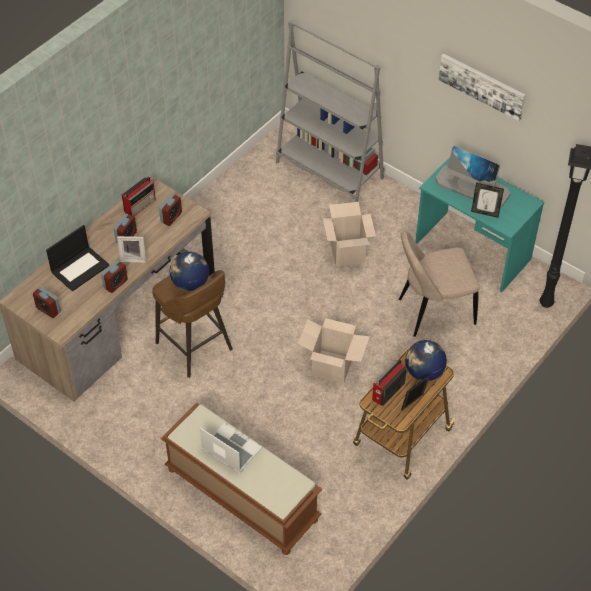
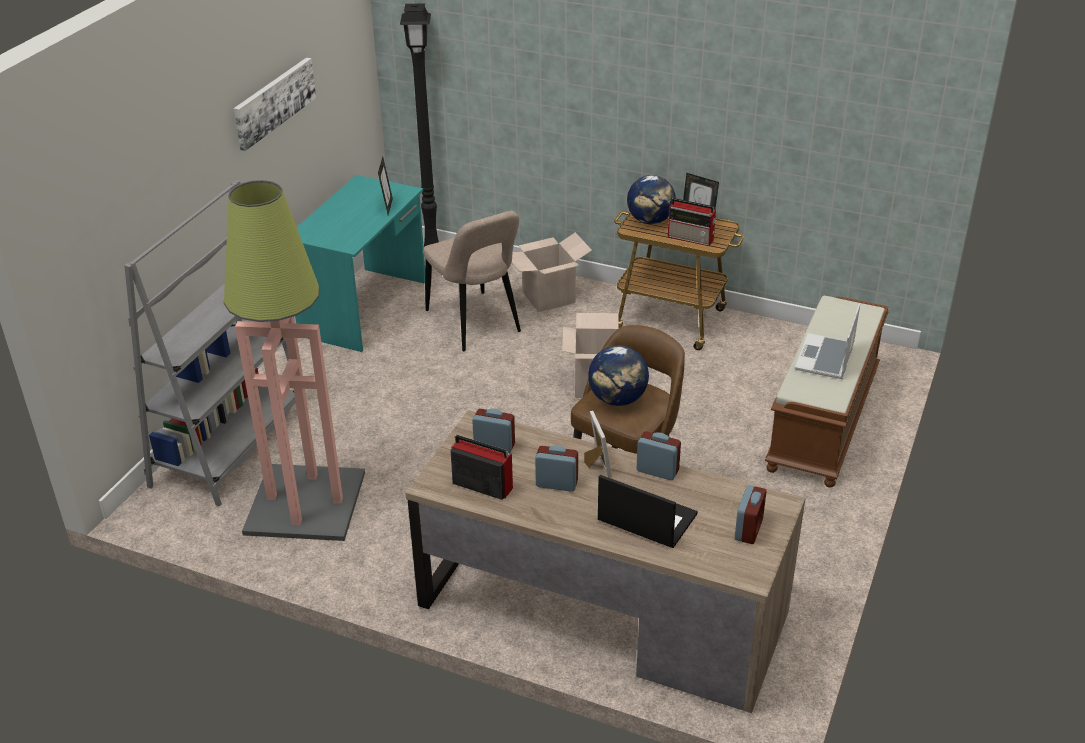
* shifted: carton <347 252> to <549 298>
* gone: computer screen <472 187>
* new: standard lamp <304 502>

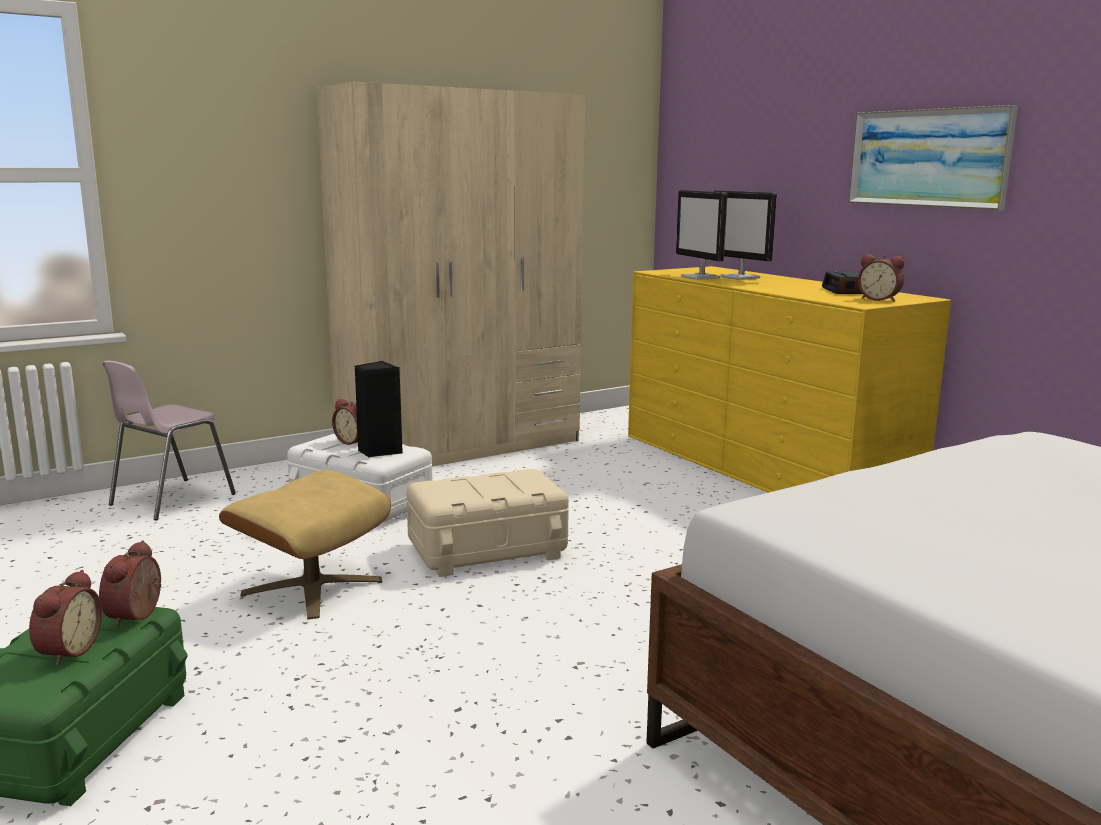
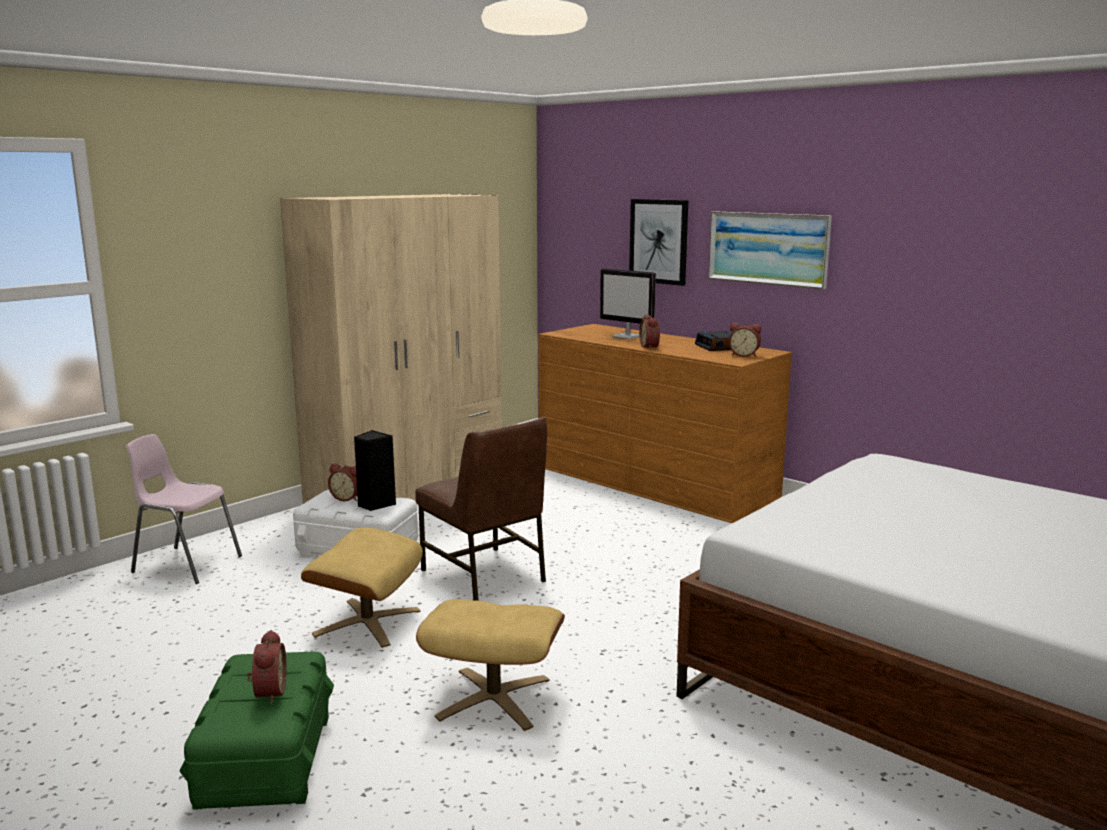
* shifted: alarm clock <138 616> to <651 347>
* rotated: pink upright chair <170 499> = <186 564> 90 degrees clockwise
* swapped: beige-coloured storage bin <487 550> to brown upright chair <485 576>
* repainted: yellowish dresser <762 465> to brown dresser <654 482>
* gone: computer screen <701 277>
* new: beige-coloured ottoman <493 698>
* new: wall art <658 241>

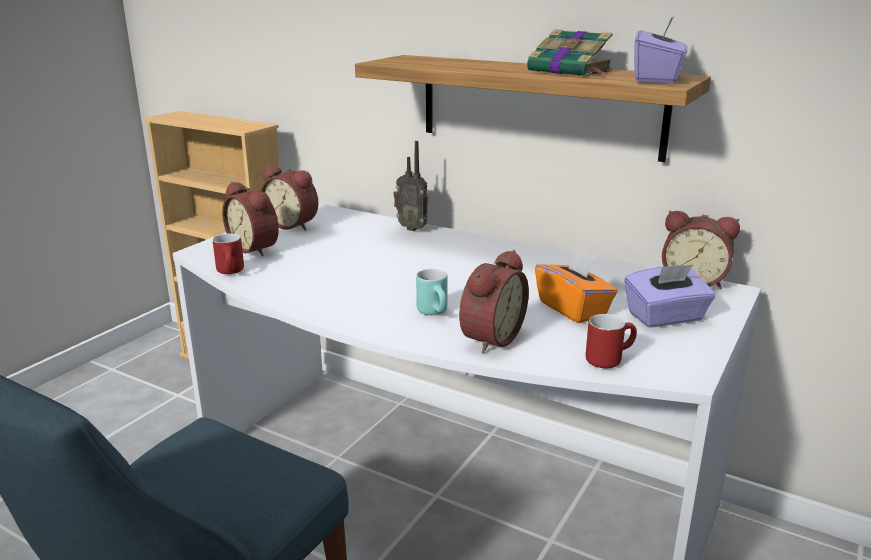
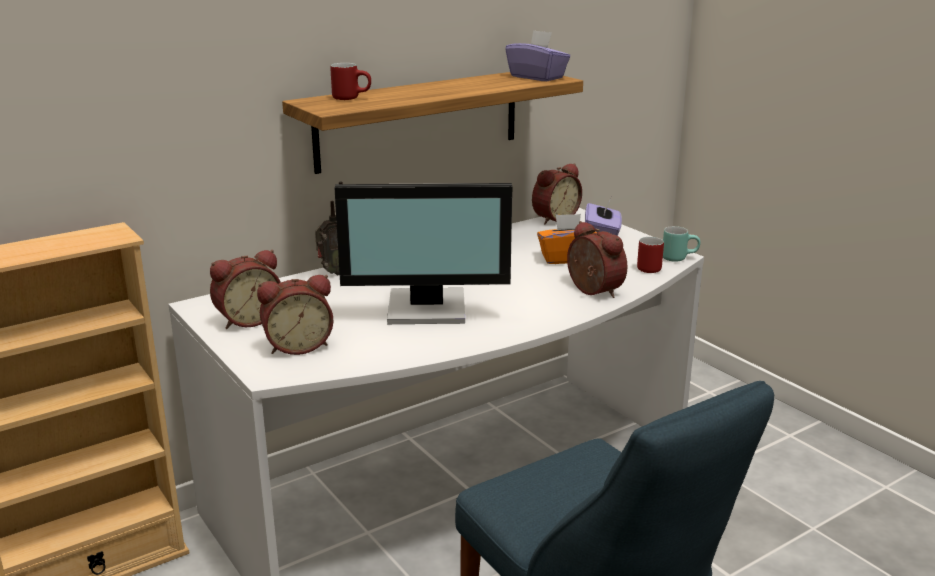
* shifted: reddish tea mug <232 272> to <352 98>
* shifted: turquoise tea mug <436 313> to <679 258>
* gone: book <570 71>
* new: computer screen <428 309>

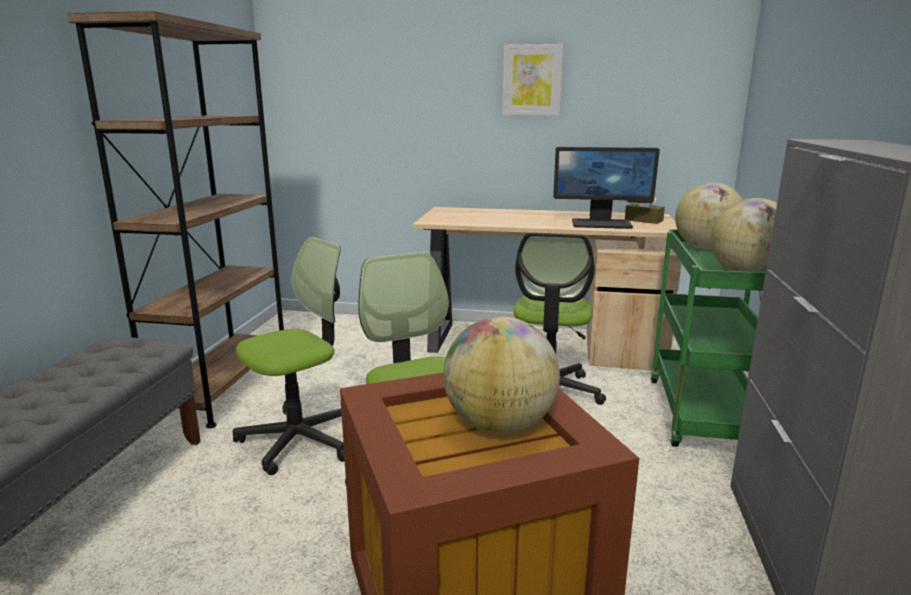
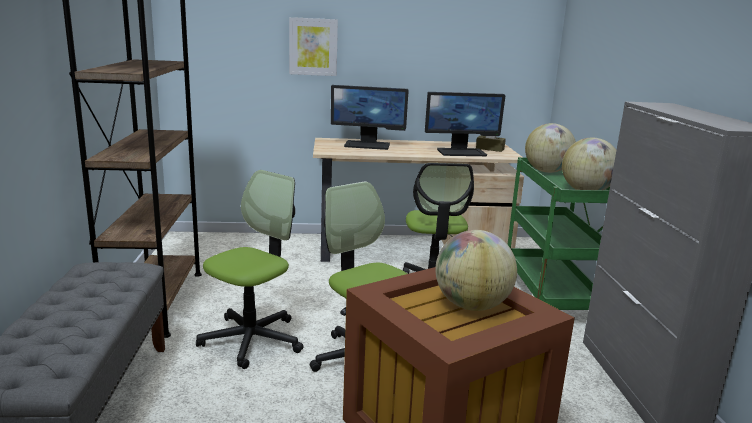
* shifted: wall art <532 80> to <313 47>
* new: computer screen <367 145>

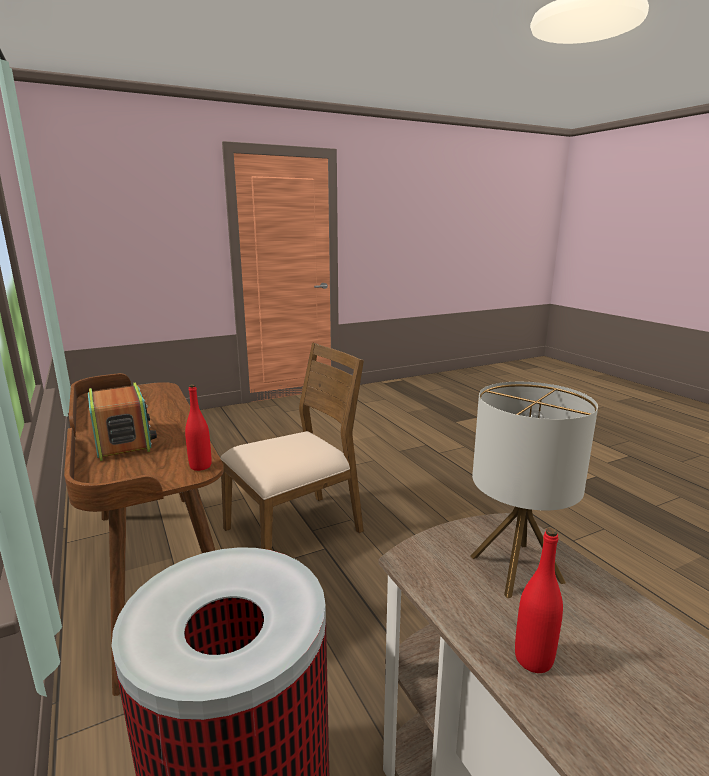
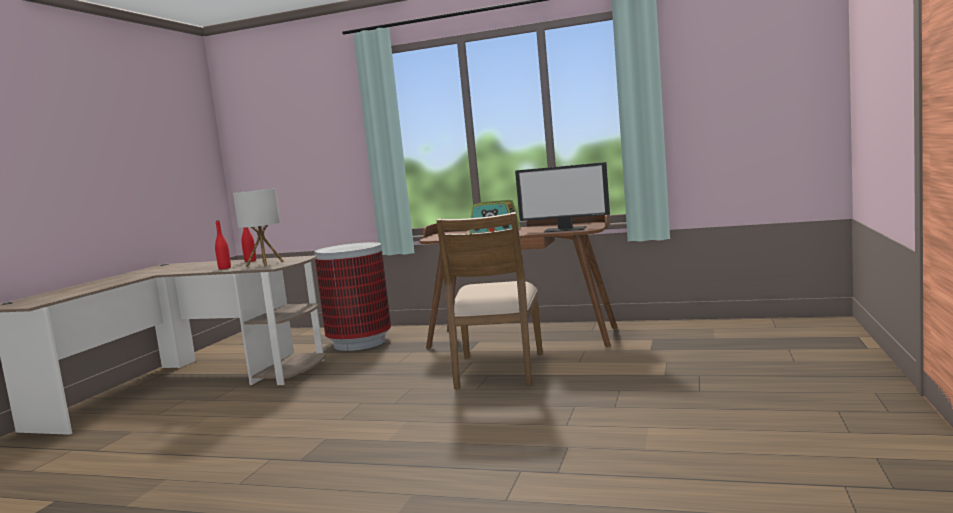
* shifted: reddish bottle <200 466> to <224 268>
* new: computer screen <565 229>

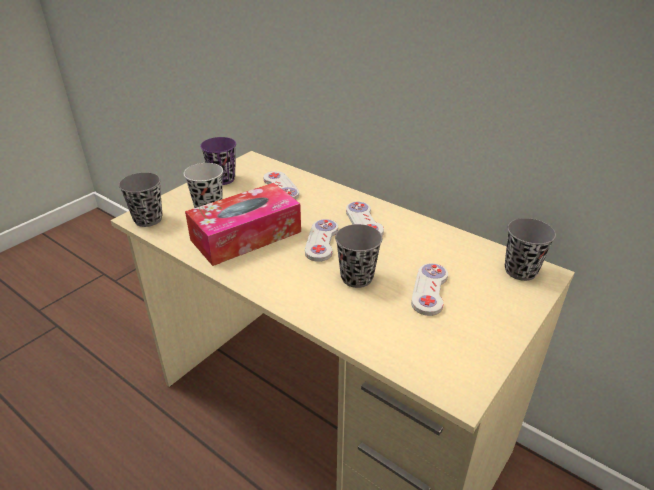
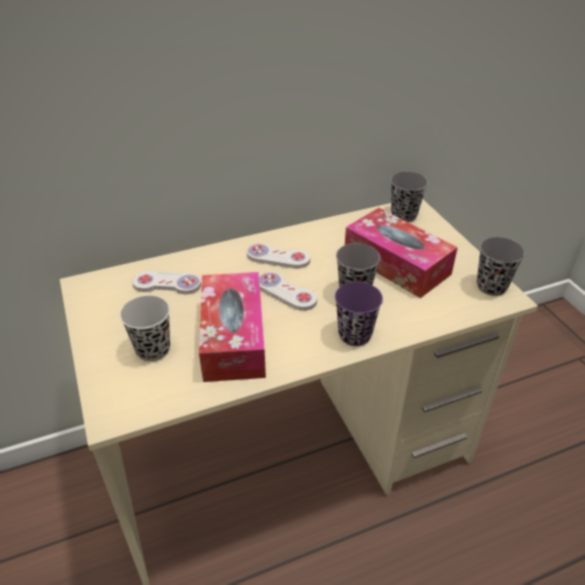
* shifted: greyish cup <148 219> to <491 286>
* shifted: purple-coloured cup <222 179> to <355 335>
* swapped: whitish game controller <429 290> to box of tissues <396 264>

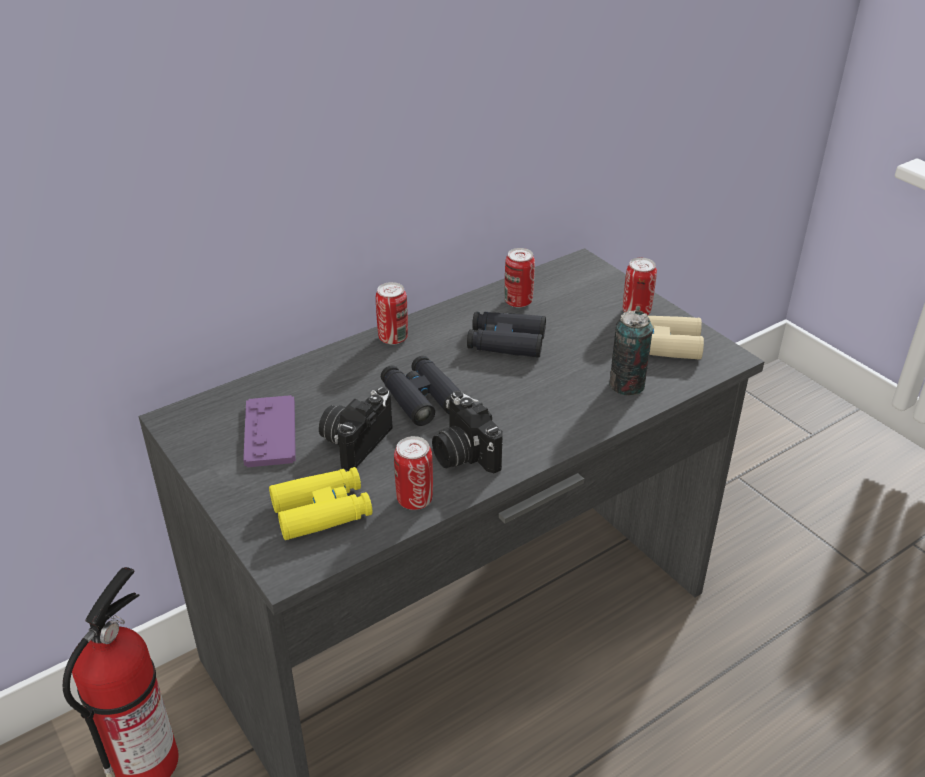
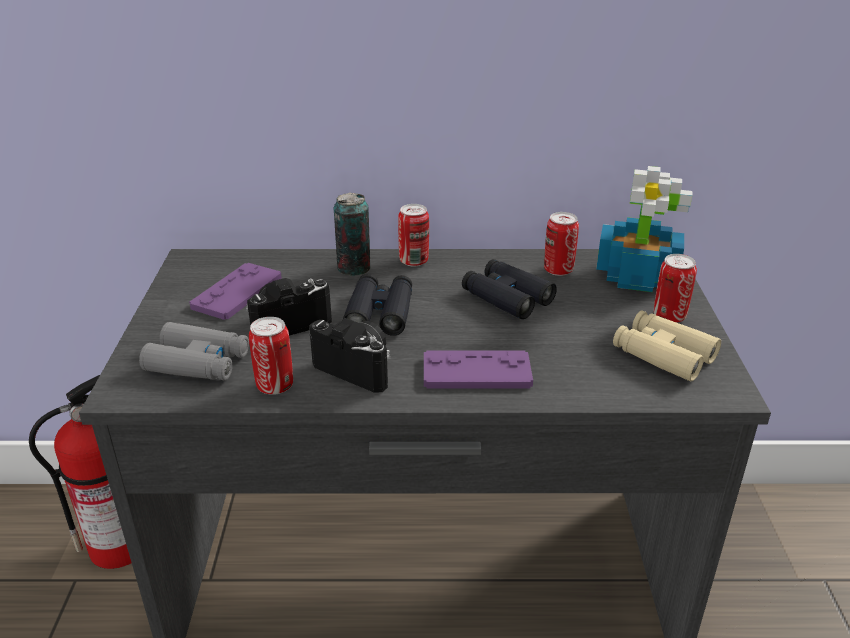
* repainted: yellowish field glasses <322 511> to greyish field glasses <198 362>
* rotated: photo camera <462 454> = <358 368> 120 degrees clockwise
* shifted: metal can <626 385> to <354 268>
* new: purple-coloured game controller <476 372>
* new: plant in a pot <637 275>

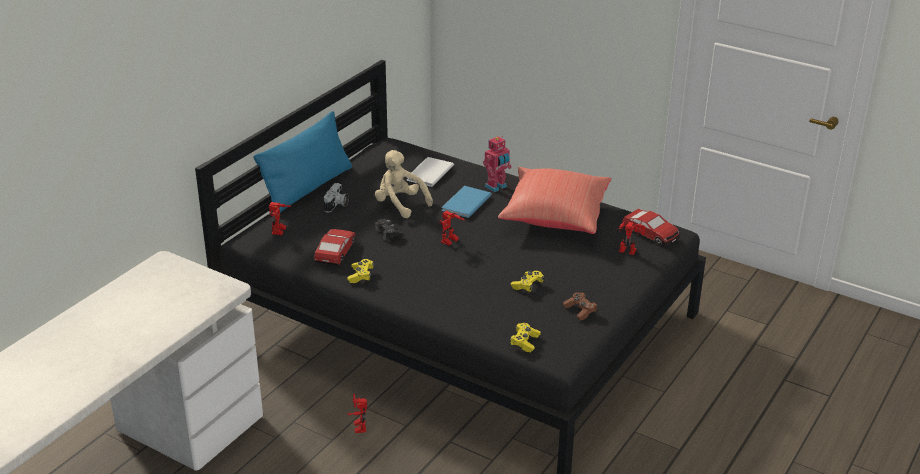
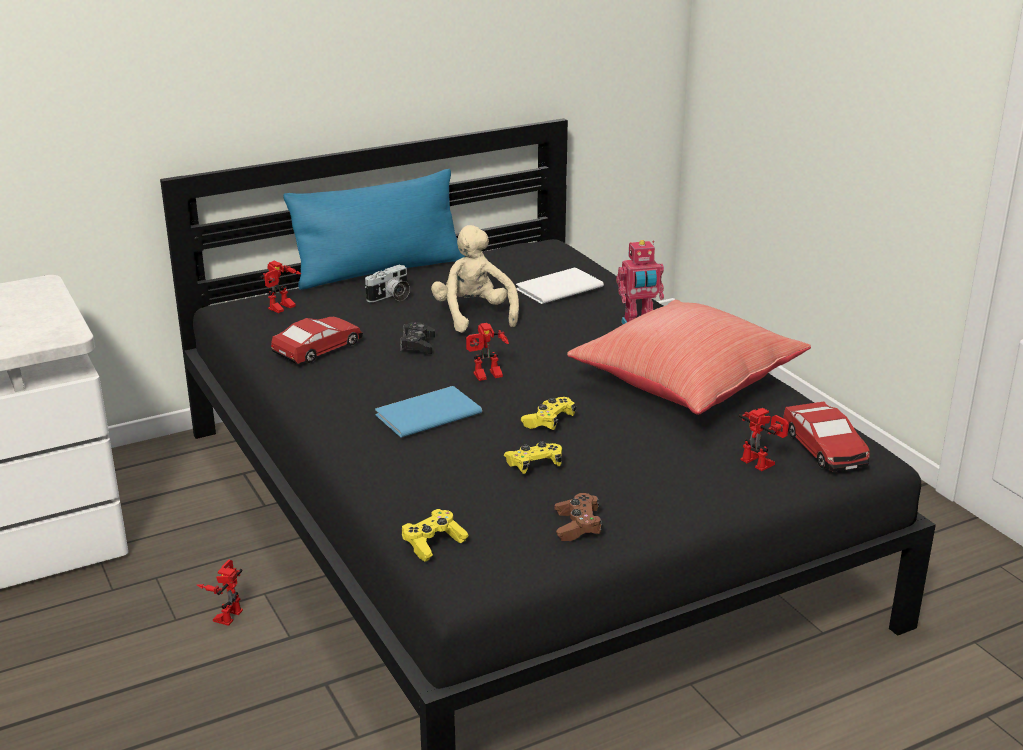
* shifted: yellowish game controller <361 276> to <549 422>
* shifted: blue book <464 203> to <424 414>

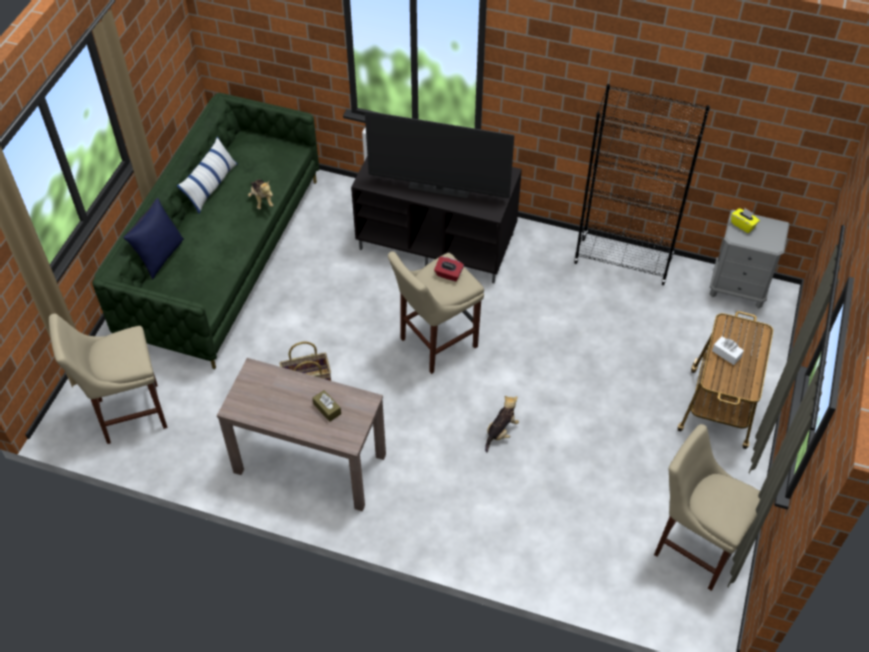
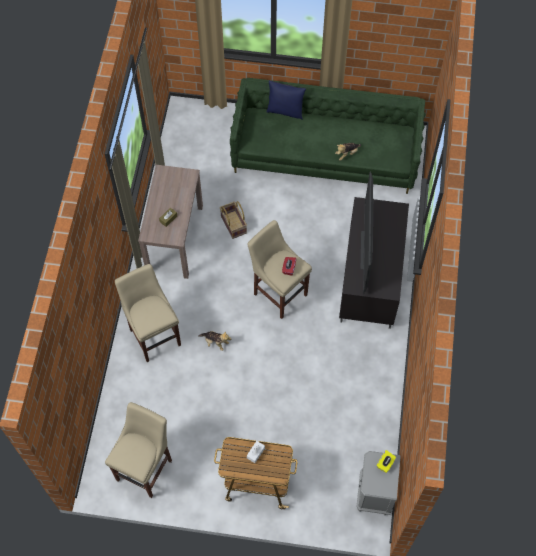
* shifted: beige-coloured stool <128 414> to <154 335>
* gone: pillow <211 186>
* gone: black bookcase <623 261>

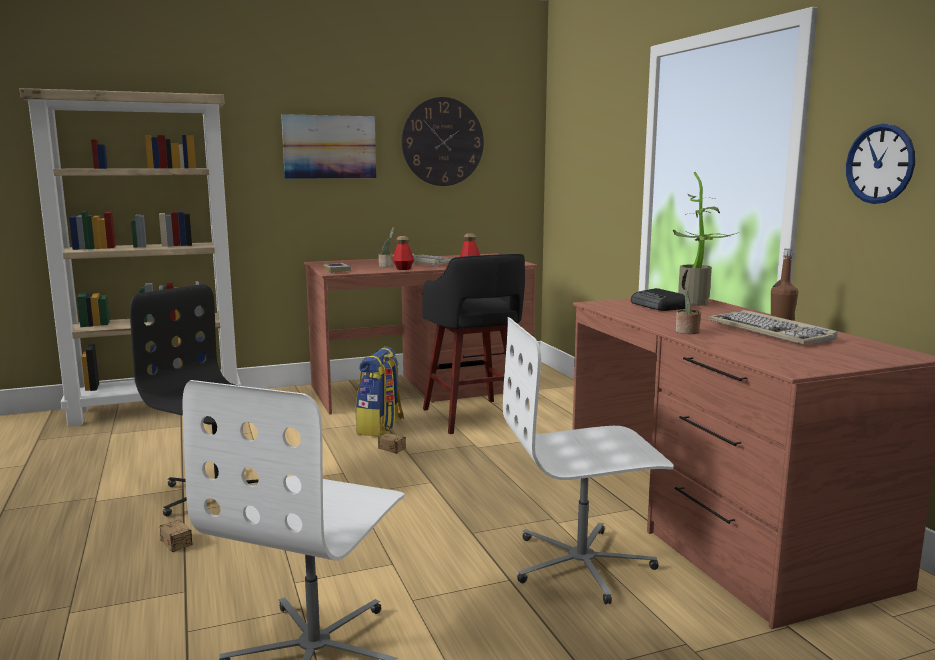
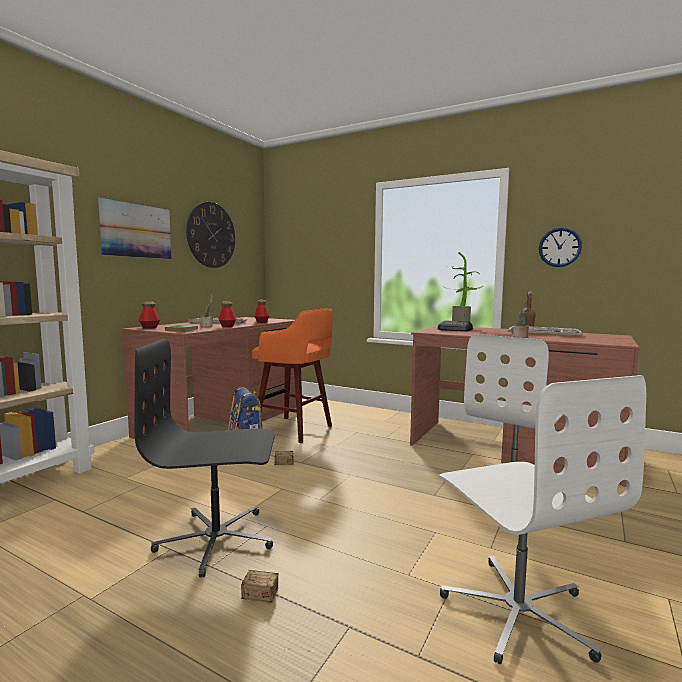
* repainted: black stool <473 417> to orange stool <295 430>
* new: bottle <149 327>

